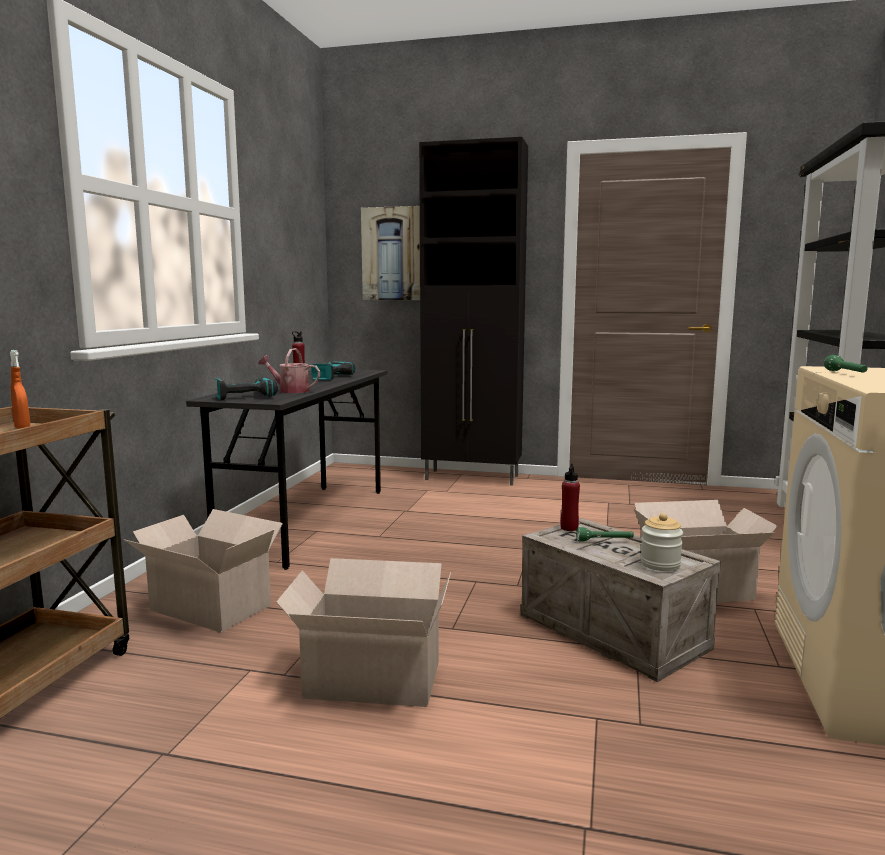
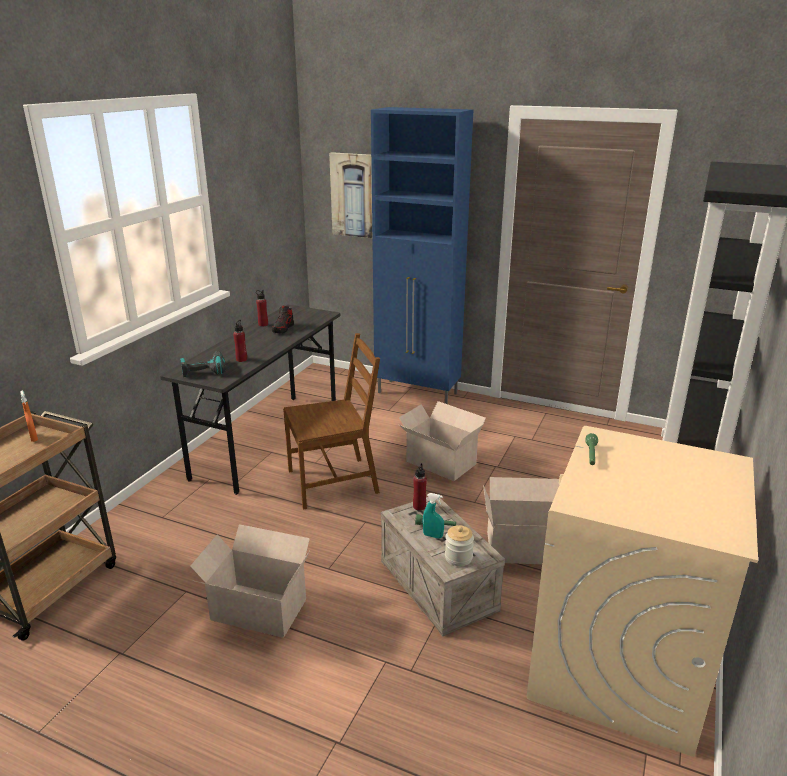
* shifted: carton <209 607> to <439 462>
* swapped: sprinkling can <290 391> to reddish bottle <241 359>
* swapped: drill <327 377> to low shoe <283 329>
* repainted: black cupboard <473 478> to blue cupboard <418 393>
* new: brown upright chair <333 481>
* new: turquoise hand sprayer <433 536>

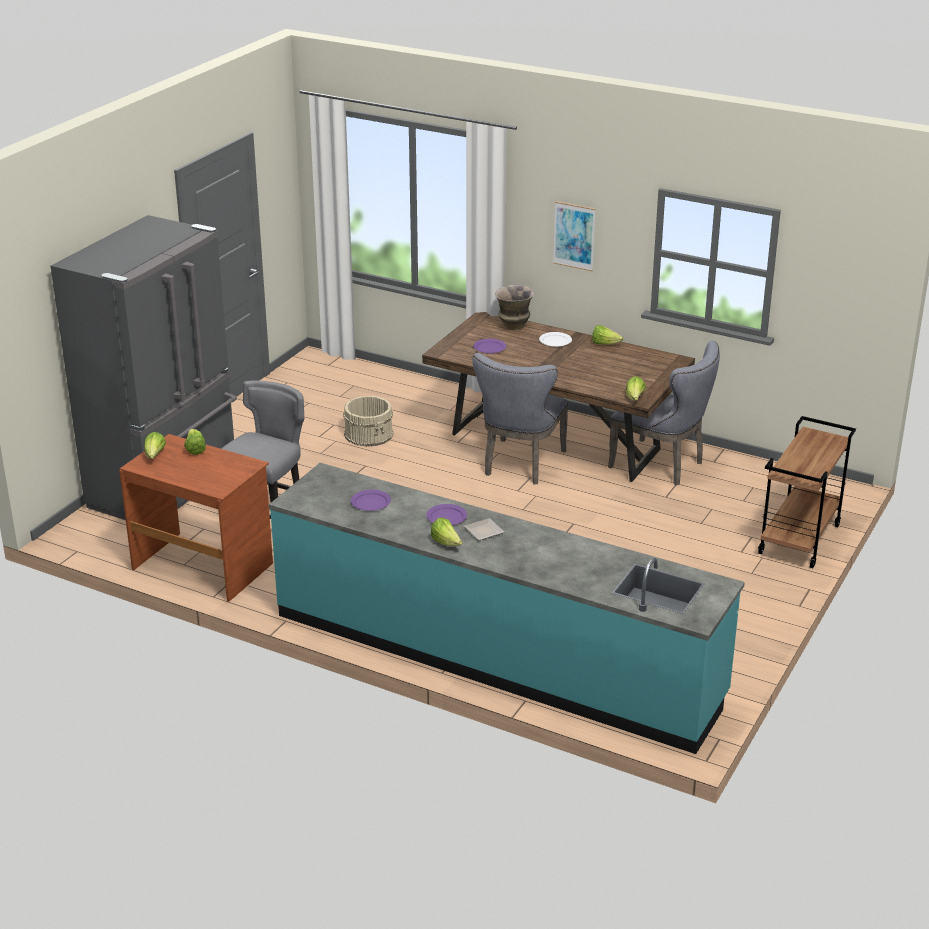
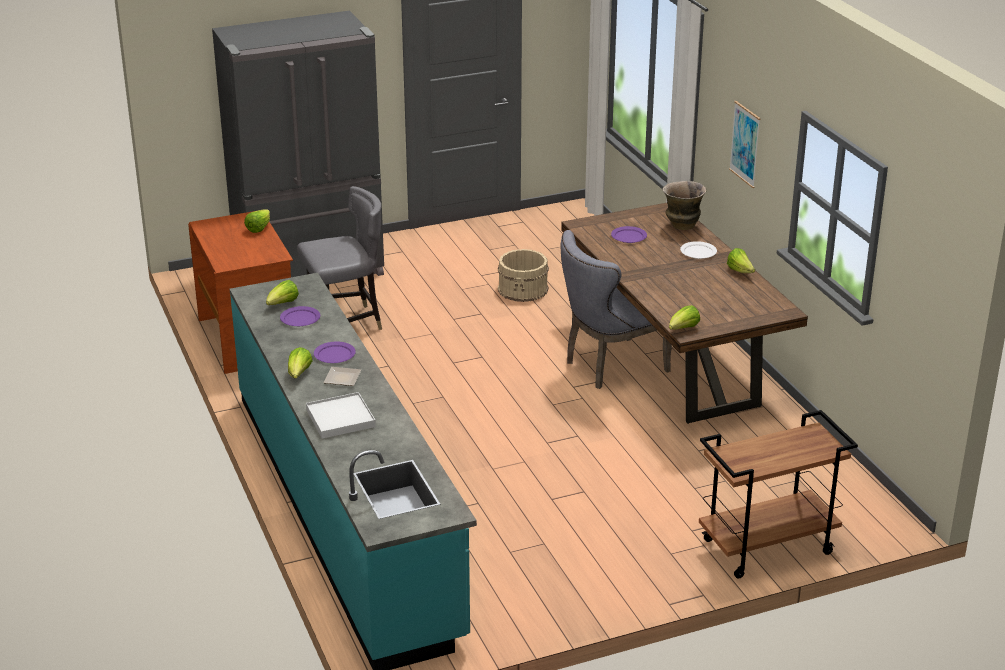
* shifted: lettuce <154 456> to <283 304>
* gone: greyish upright chair <662 465>
* new: whitish carrying tray <340 418>

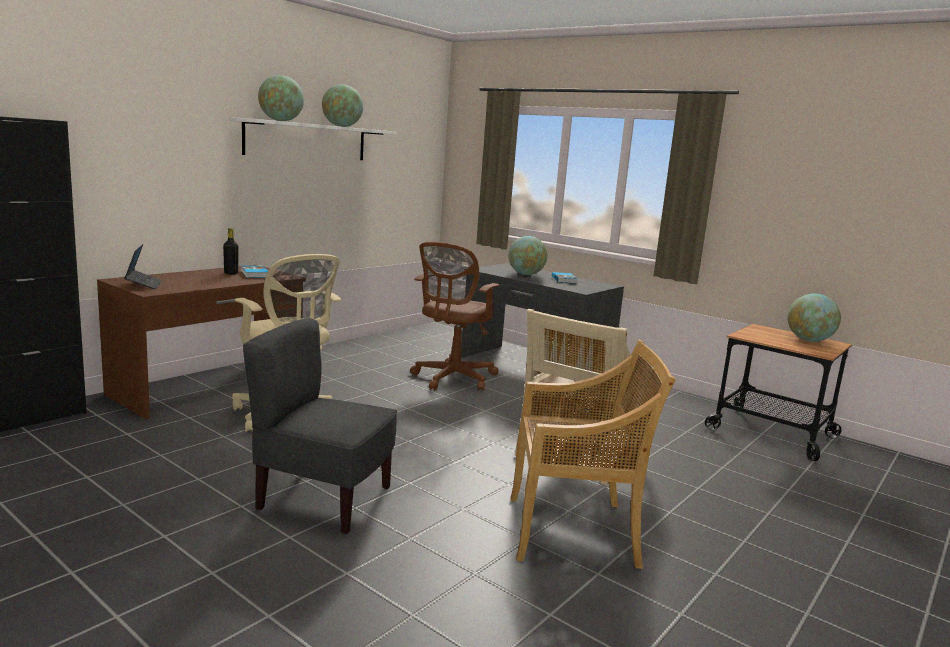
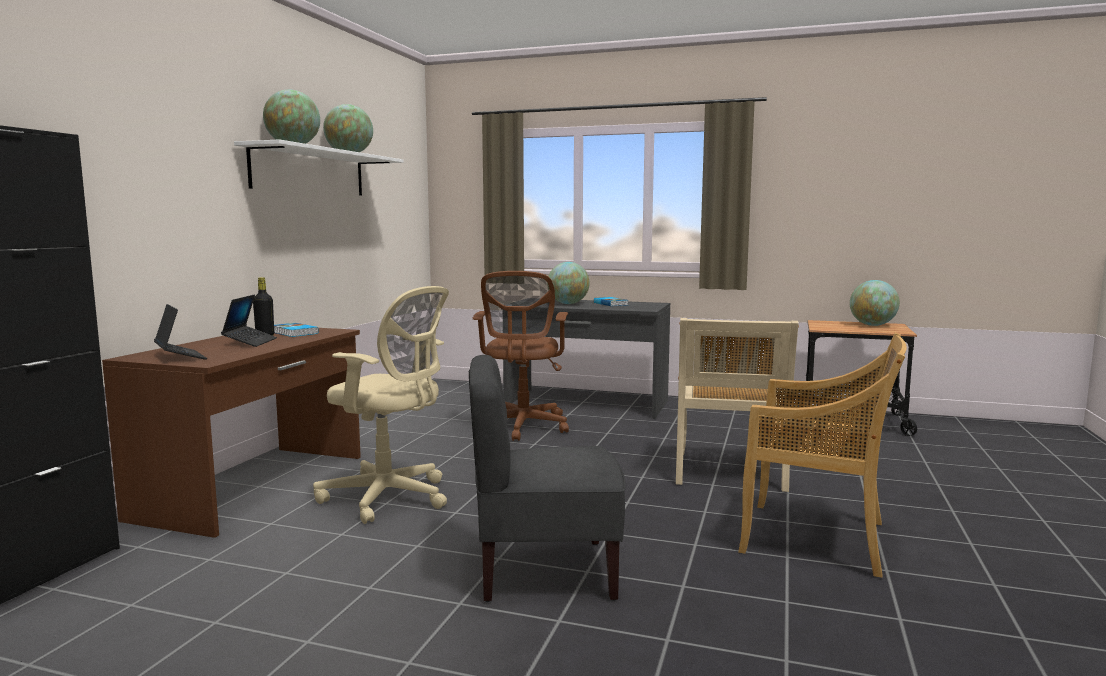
* rotated: beige-coloured upright chair <574 531> = <817 538> 45 degrees clockwise
* new: portable computer <250 342>

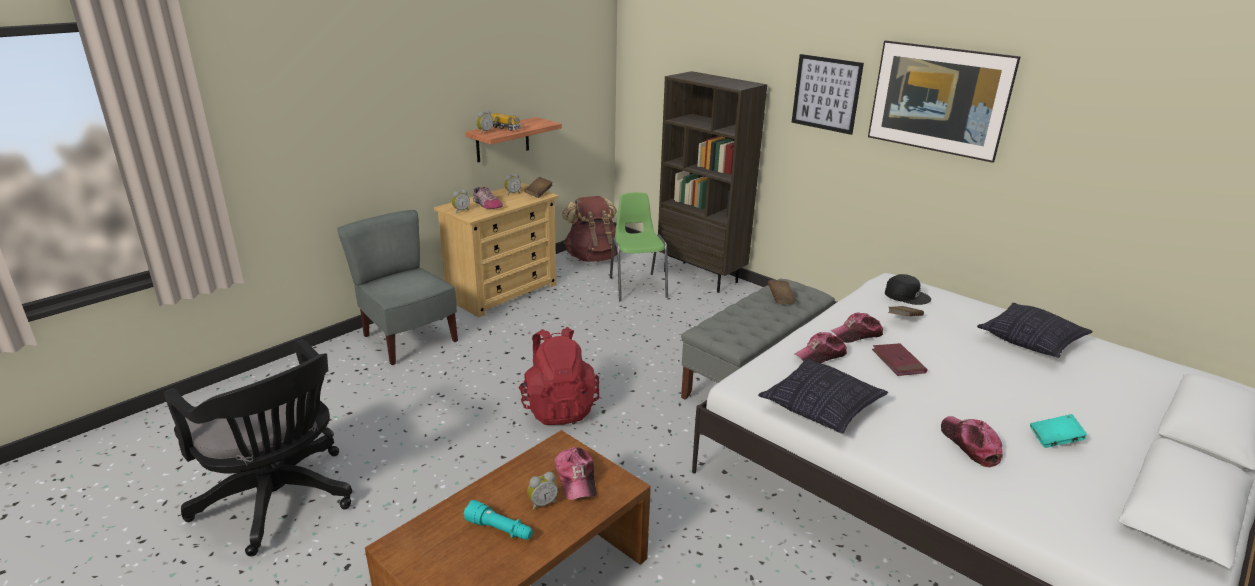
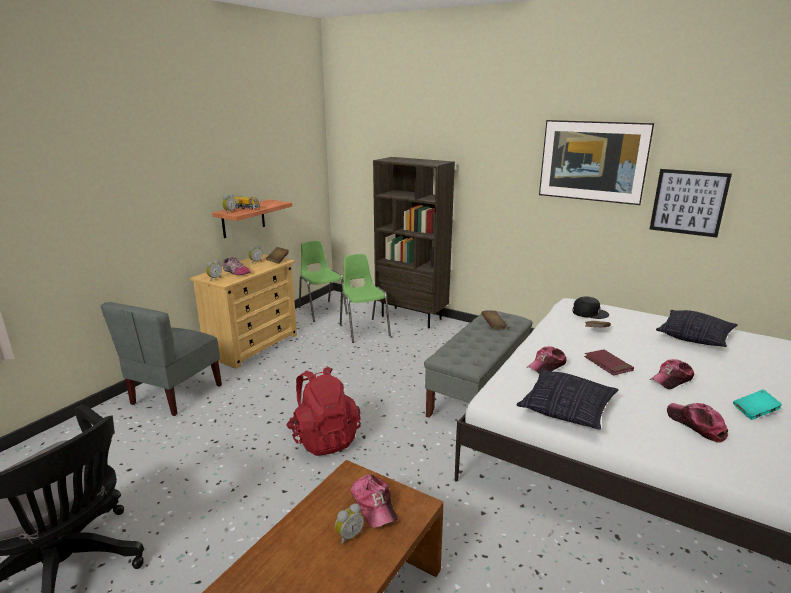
* rotated: greyish upright chair <408 339> = <175 394> 105 degrees counterclockwise
* gone: turquoise hand torch <500 529>
* swapped: brown knapsack <593 257> to green-coloured upright chair <322 311>
* shifted: wall art <826 93> to <688 202>
* shifted: peaked cap <856 334> to <671 380>

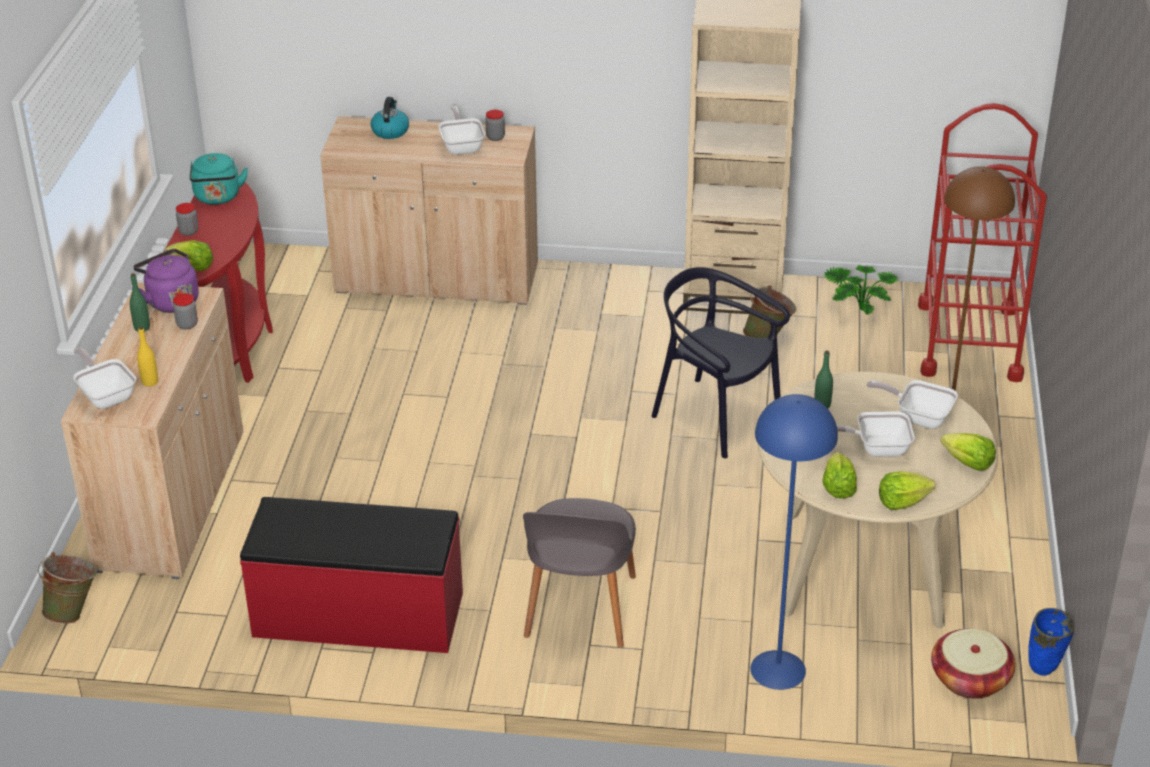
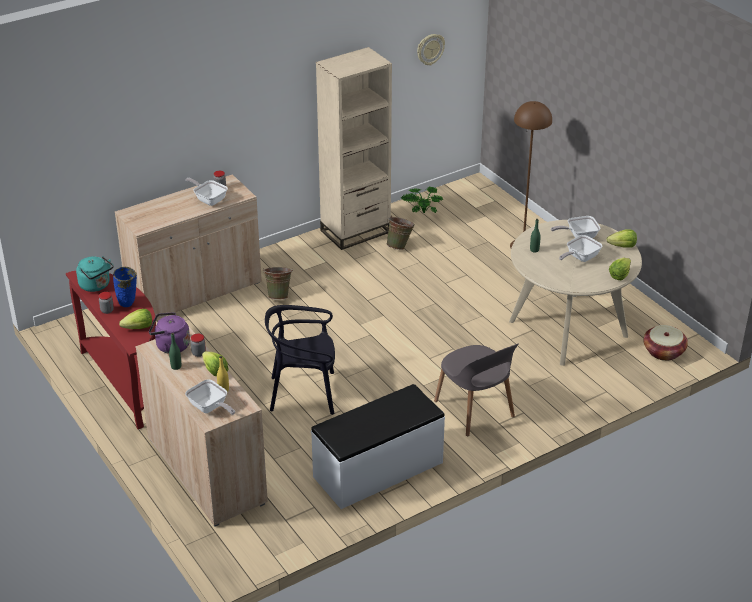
* shifted: green-coloured pail <74 612> to <279 295>
* rotated: pan <106 395> = <210 408> 150 degrees counterclockwise
* repainted: reddish long seat <358 616> to whitish long seat <378 470>
* gone: kettle <390 131>
* shifted: black upright chair <715 416> to <304 393>
* gone: blue standard lamp <778 670>
* shifted: lettuce <838 487> to <214 371>
* gone: reddish cart <969 341>
* shifted: blue vase <1043 670> to <128 304>
* new: wall clock <430 49>

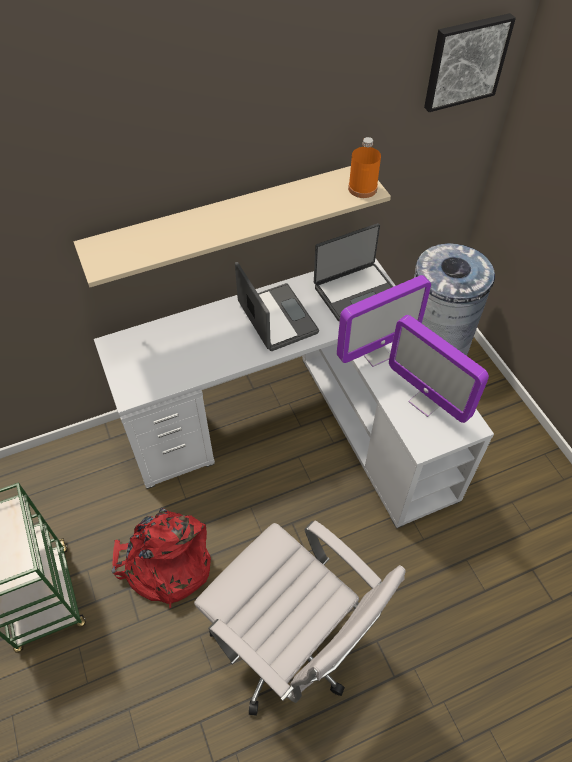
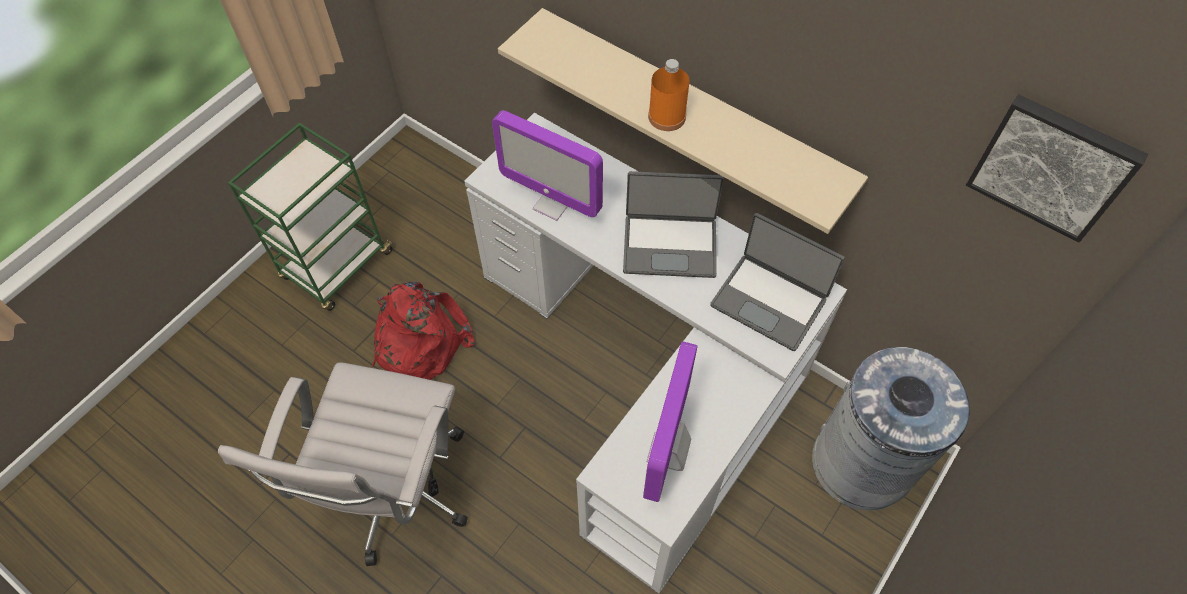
* rotated: portable computer <276 318> = <670 245> 60 degrees clockwise
* shifted: computer screen <375 353> to <553 204>
* shifted: orange bottle <362 188> to <667 116>

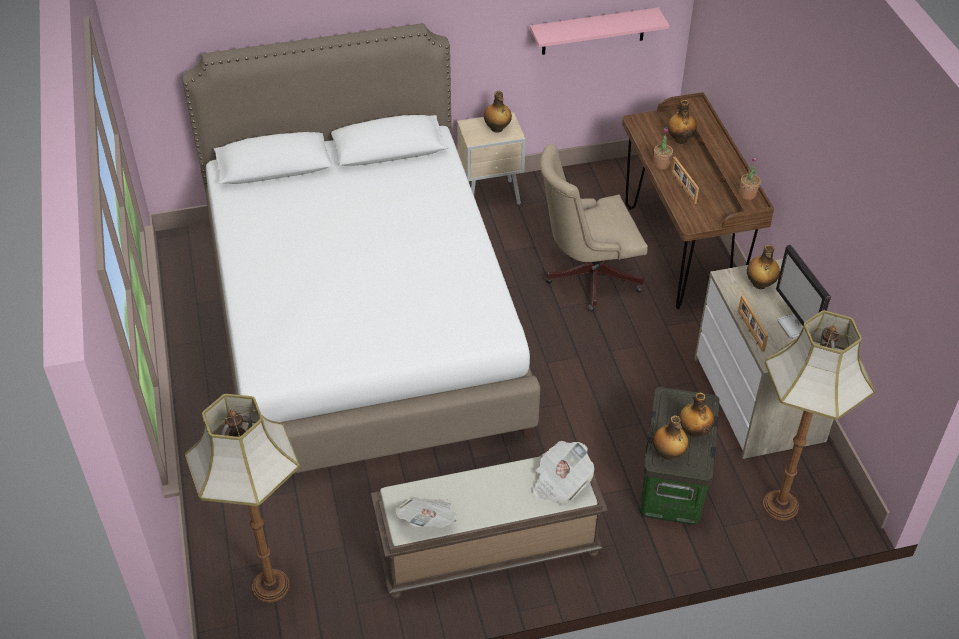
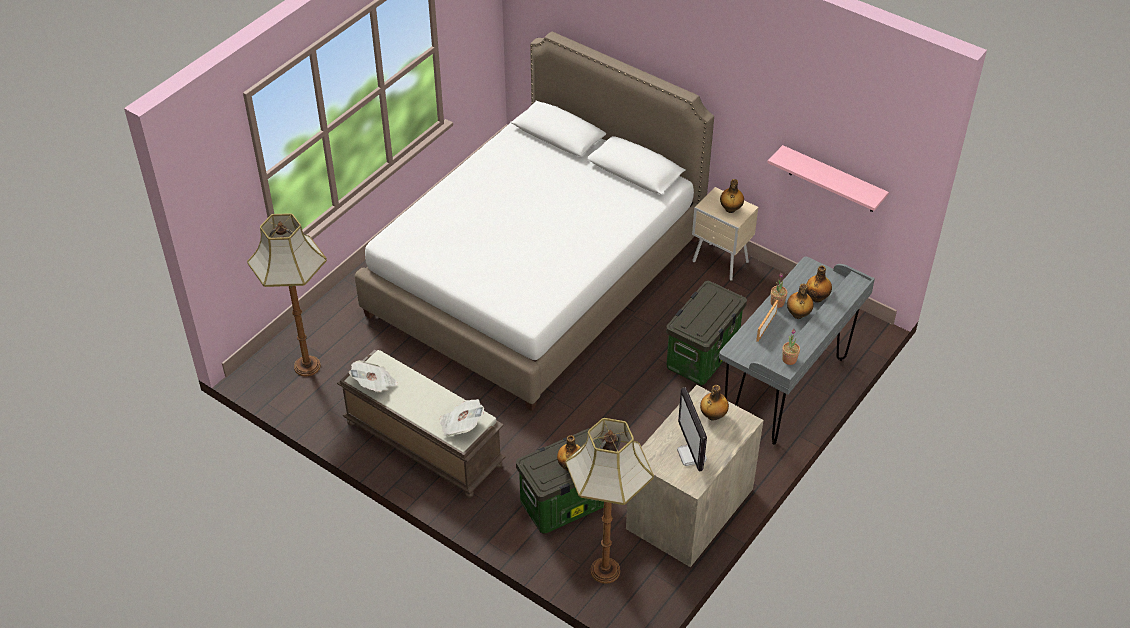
* swapped: beige-coloured desk chair <587 277> to storage bin <702 355>
* repainted: brown desk <680 252> to greyish desk <786 389>
* shifted: bottle <668 454> to <798 315>
* gone: picture frame <750 331>
* rotated: computer screen <796 326> = <692 455> 45 degrees counterclockwise

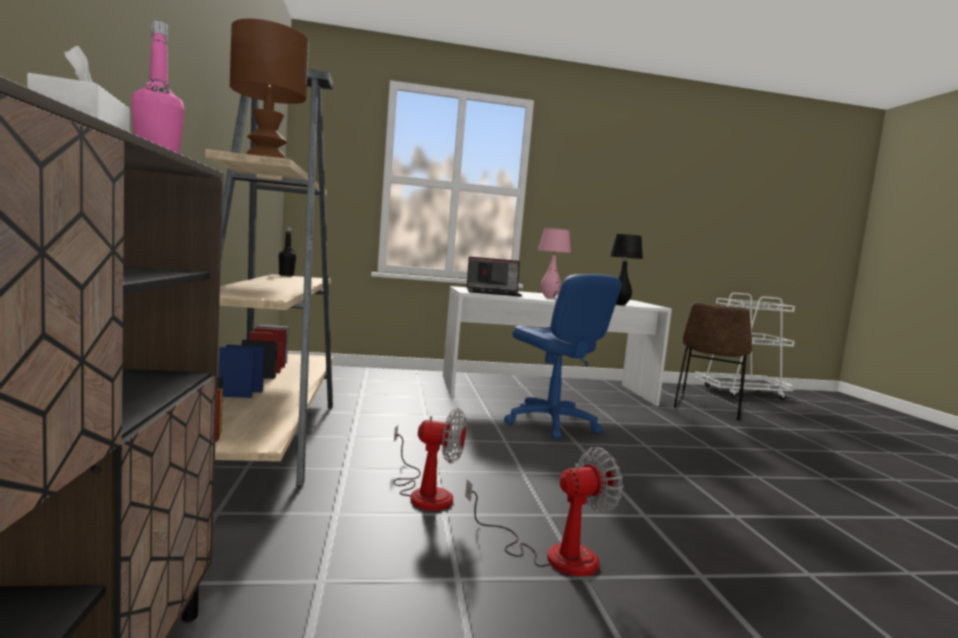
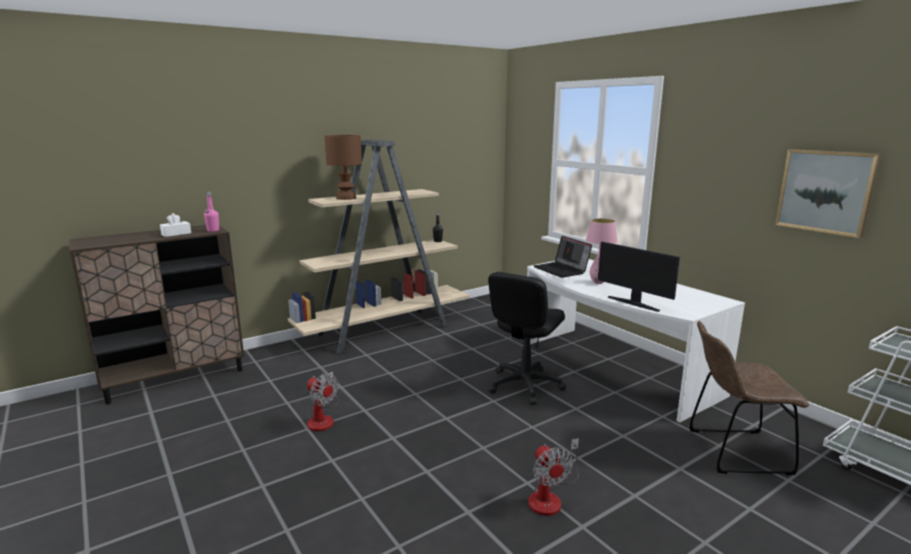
* shifted: cooling fan <425 493> to <550 497>
* repainted: blue desk chair <551 423> to black desk chair <524 385>
* swapped: black tabletop lamp <619 304> to computer screen <633 303>
* new: wall art <825 191>

